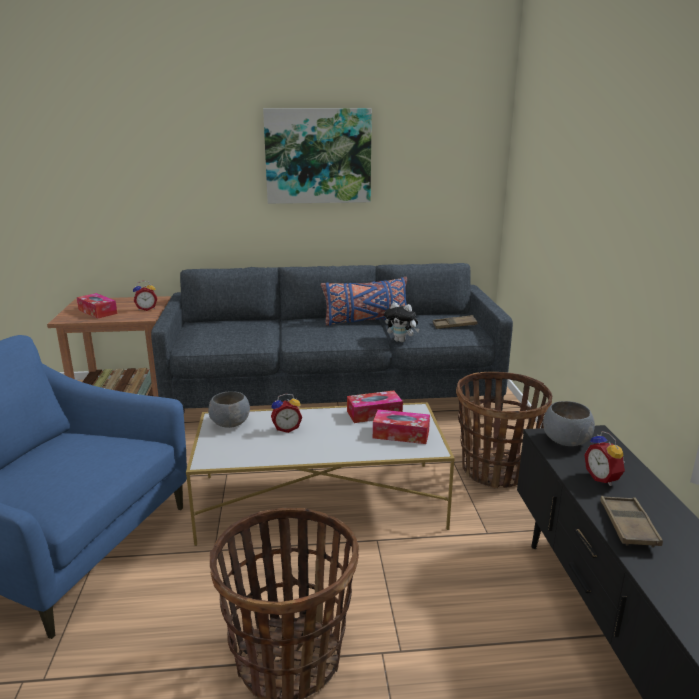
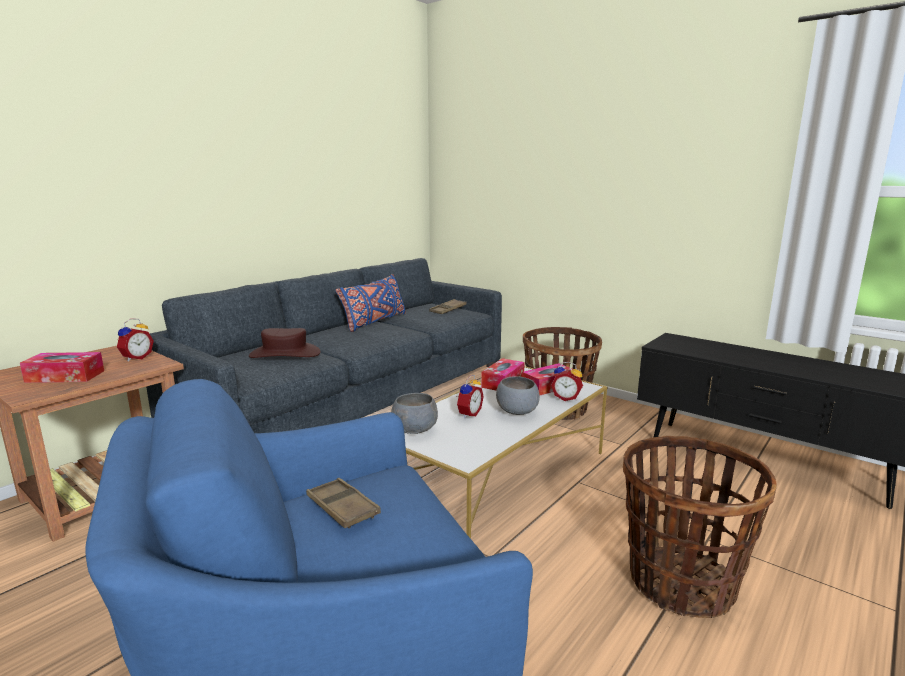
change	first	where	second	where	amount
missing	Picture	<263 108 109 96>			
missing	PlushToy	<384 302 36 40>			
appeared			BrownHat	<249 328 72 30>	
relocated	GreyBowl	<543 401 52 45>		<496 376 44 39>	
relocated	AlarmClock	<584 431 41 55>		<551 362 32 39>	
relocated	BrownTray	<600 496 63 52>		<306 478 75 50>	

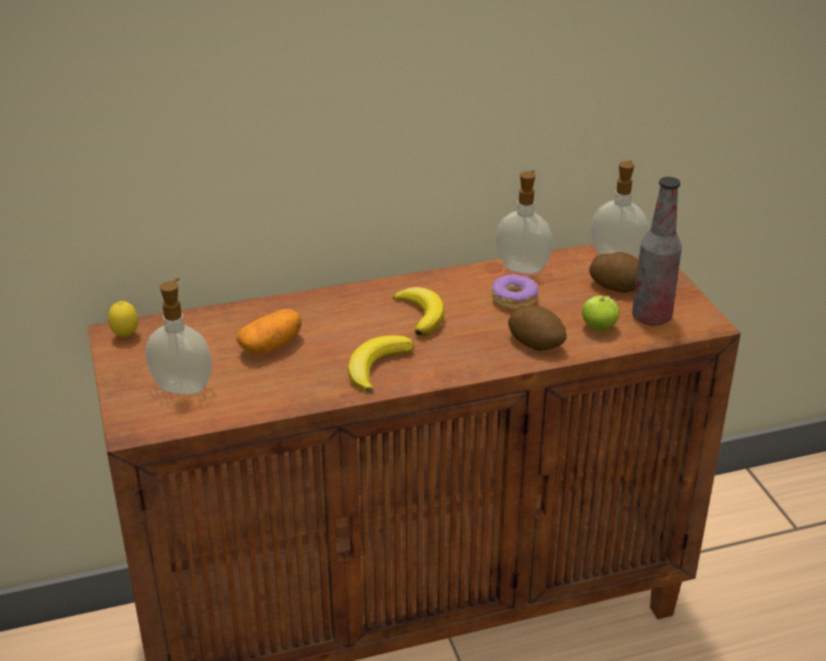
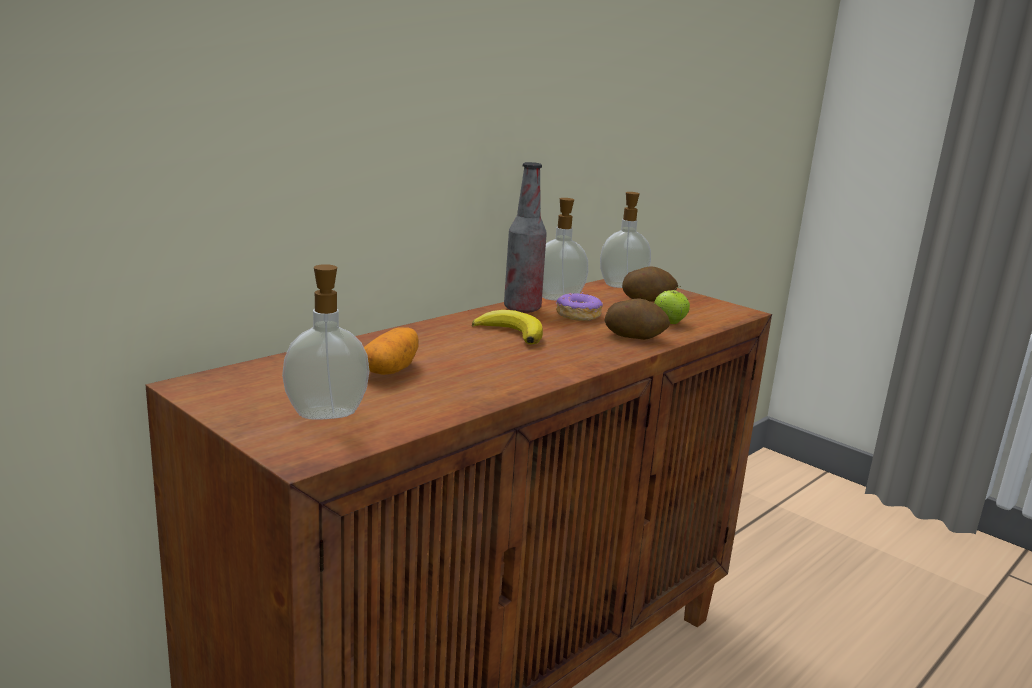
change	first	where	second	where	amount
missing	Lemon	<108 301 30 36>			
missing	Banana	<348 335 66 58>			
relocated	Bottle	<632 177 50 149>		<504 162 43 151>	

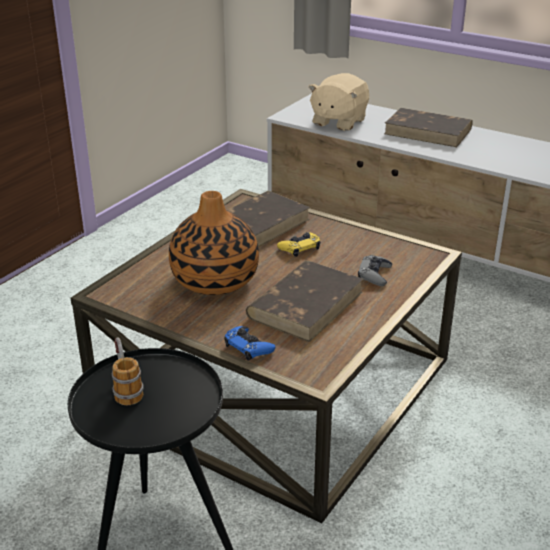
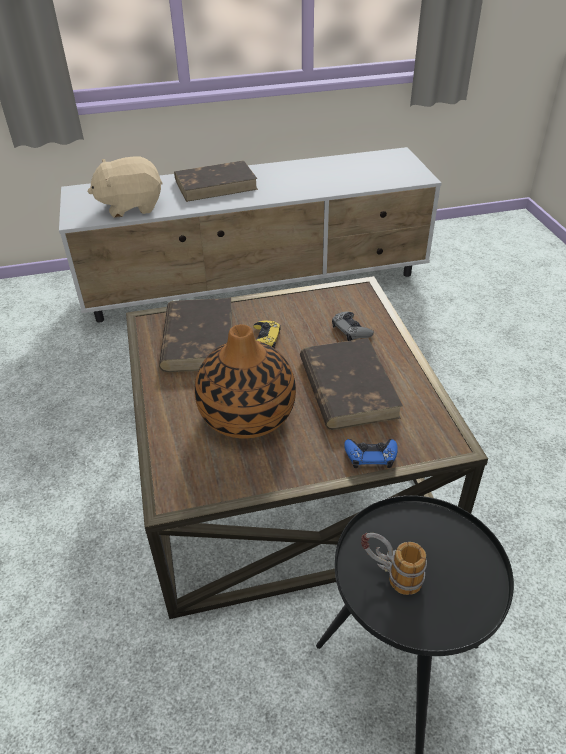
change	first	where	second	where	amount
spun	BeigePlushToy	<308 73 61 58>		<87 157 76 61>	90 degrees clockwise

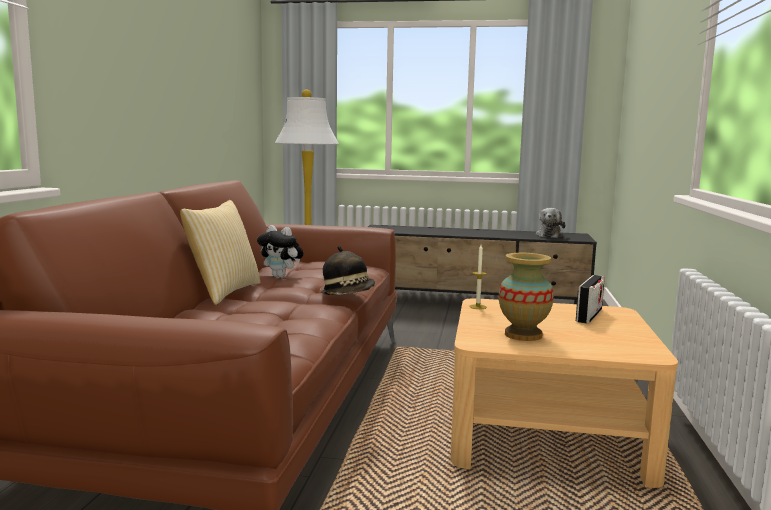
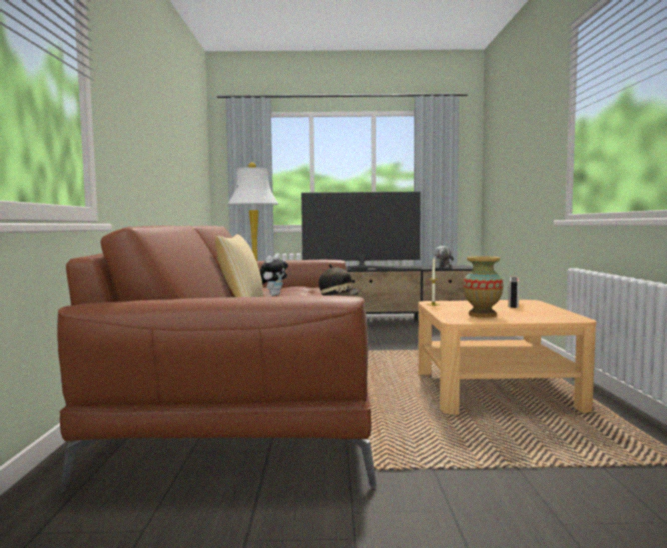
change	first	where	second	where	amount
appeared			Television	<301 192 120 77>	
spun	PlushToy	<257 225 47 52>		<259 255 29 41>	90 degrees counterclockwise

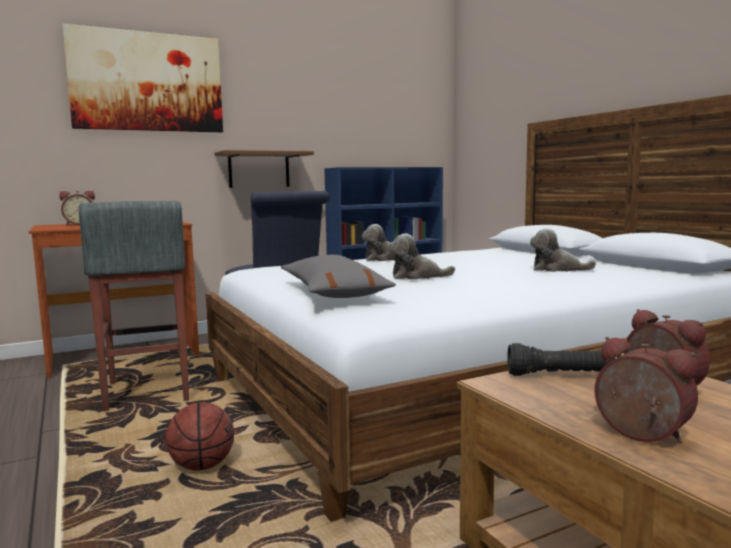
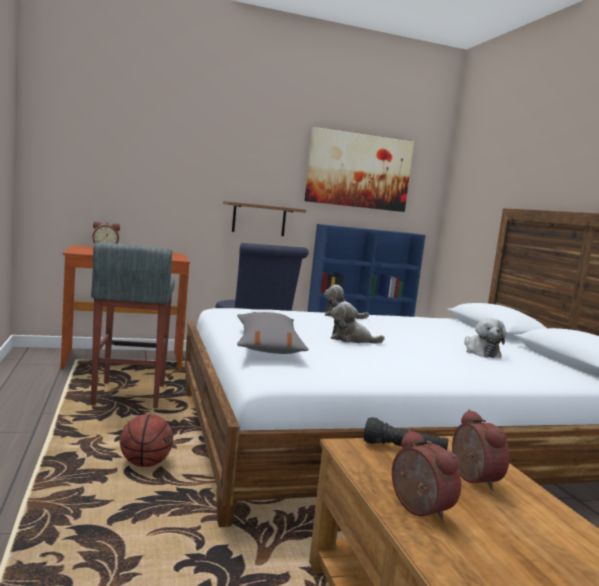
change	first	where	second	where	amount
relocated	Picture	<63 24 160 108>		<304 127 110 85>	
spun	PlushToy	<530 228 66 44>		<464 318 42 40>	135 degrees counterclockwise

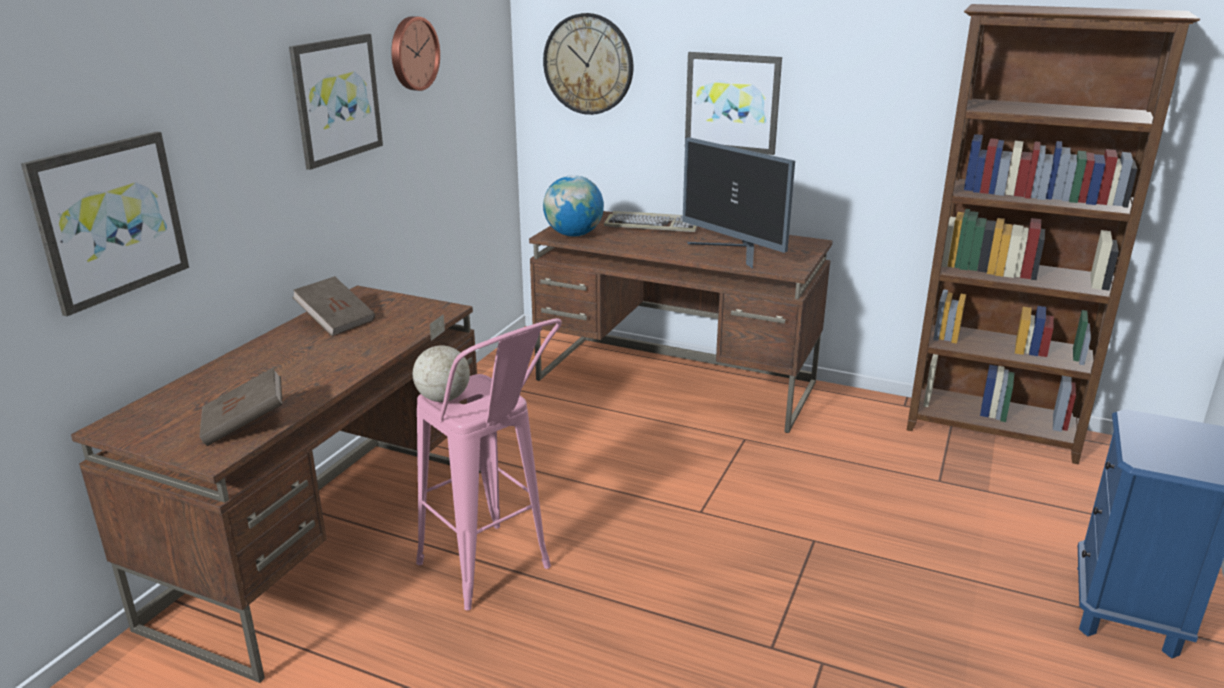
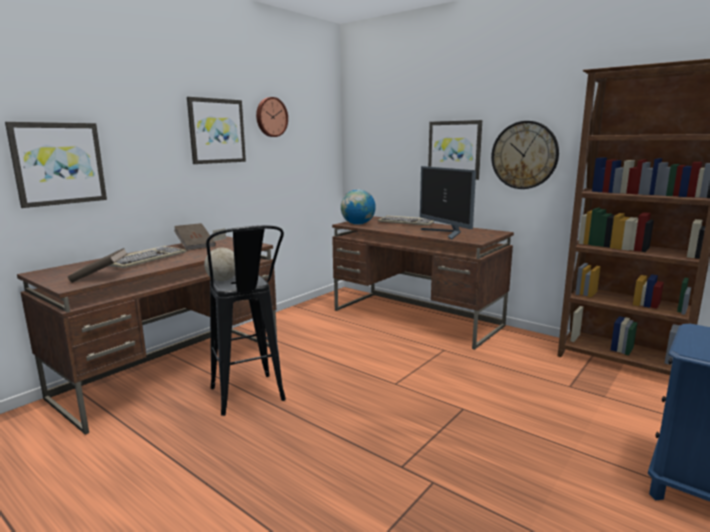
change	first	where	second	where	amount
appeared			Keyboard	<109 246 78 22>	
relocated	WallClock	<543 13 90 102>		<491 121 68 68>	
colour	PinkStool	<416 318 146 292>	BlackStool	<206 225 80 191>	

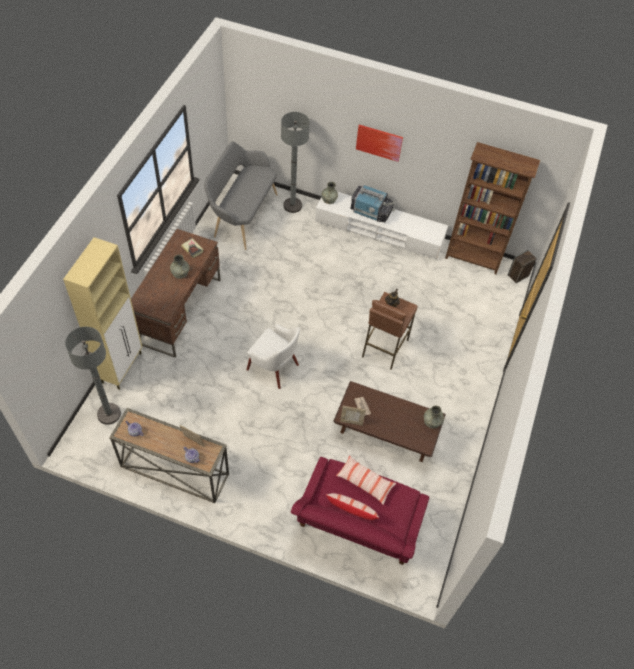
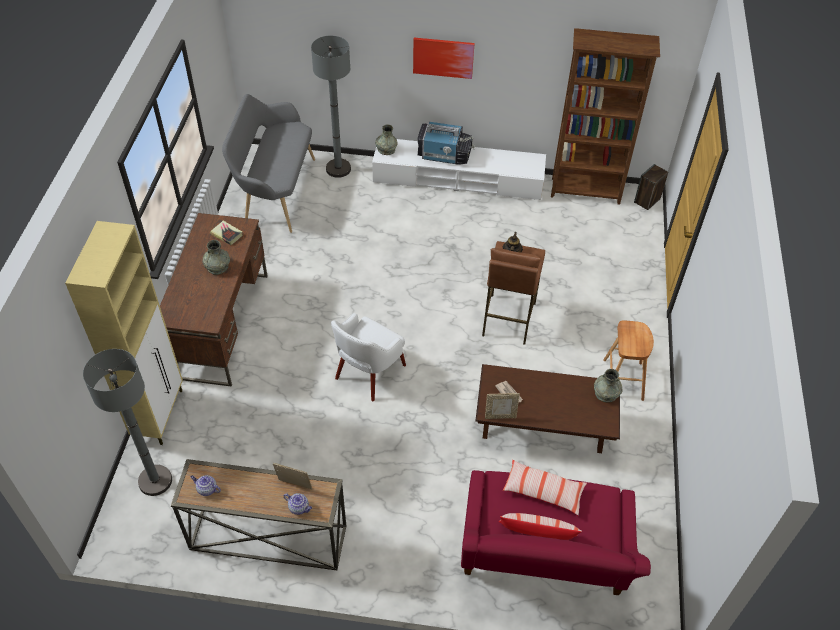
change	first	where	second	where	amount
appeared			BrownStool	<603 321 51 80>	
spun	WhiteArmchair	<247 324 53 65>		<331 313 75 88>	105 degrees clockwise

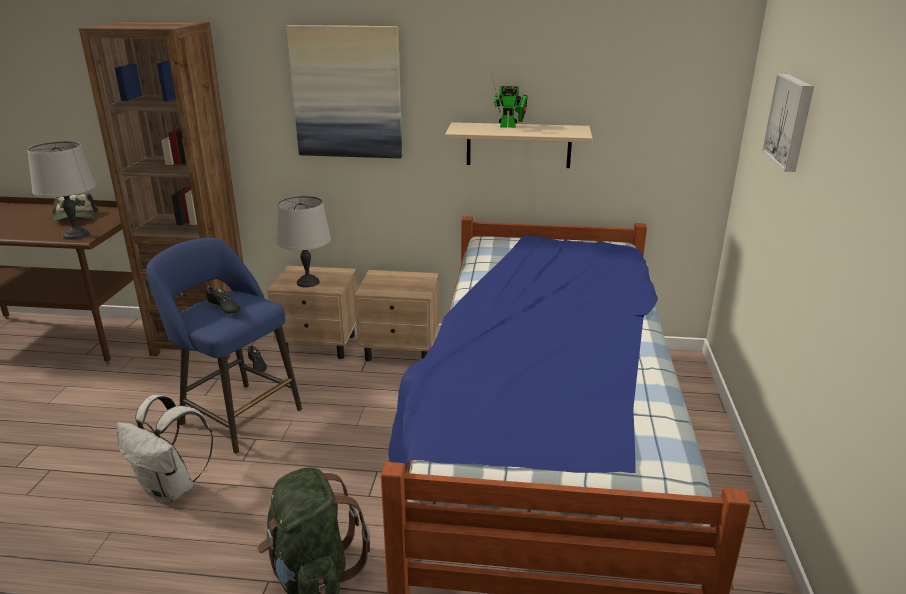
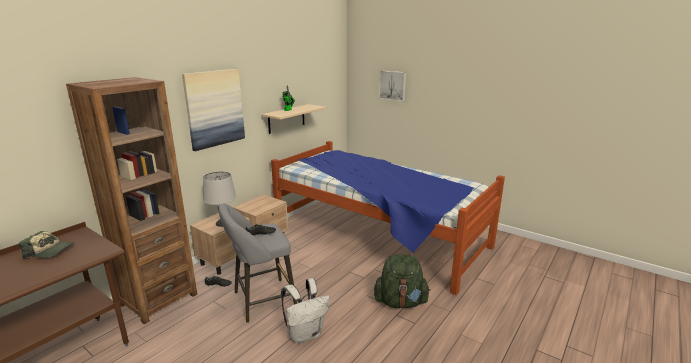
change	first	where	second	where	amount
missing	GreyTableLamp	<27 141 69 99>			
colour	BlueStool	<146 238 156 216>	GreyStool	<218 203 79 119>	

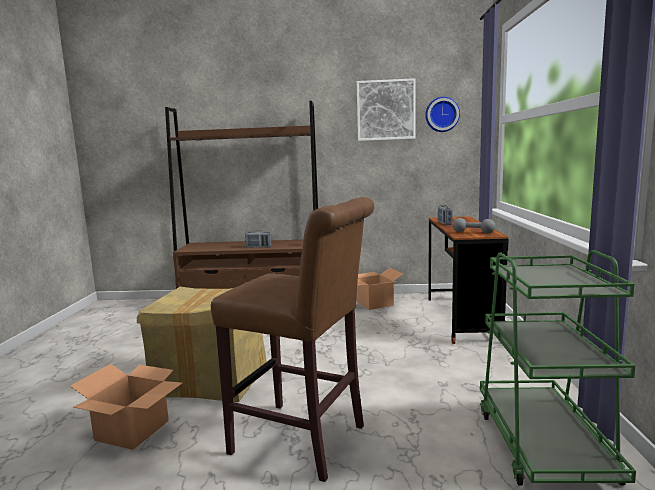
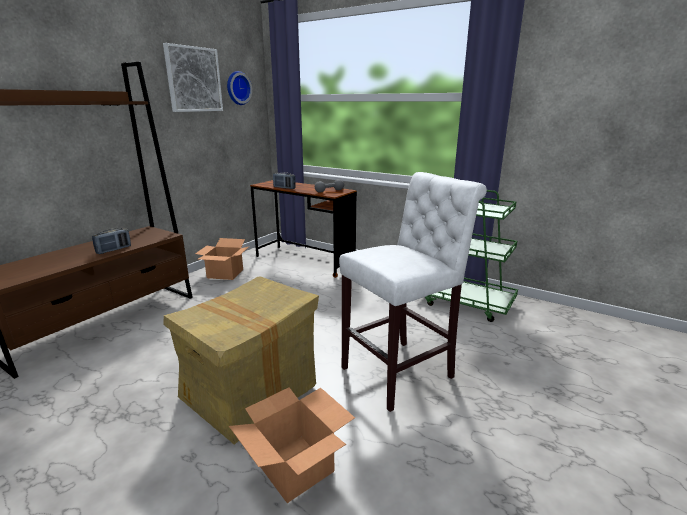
change	first	where	second	where	amount
colour	BrownStool	<211 197 163 285>	WhiteStool	<339 172 148 240>	

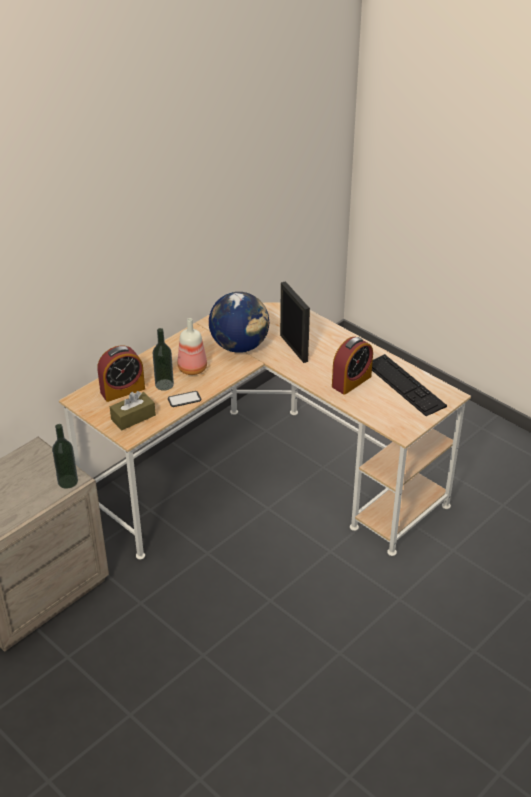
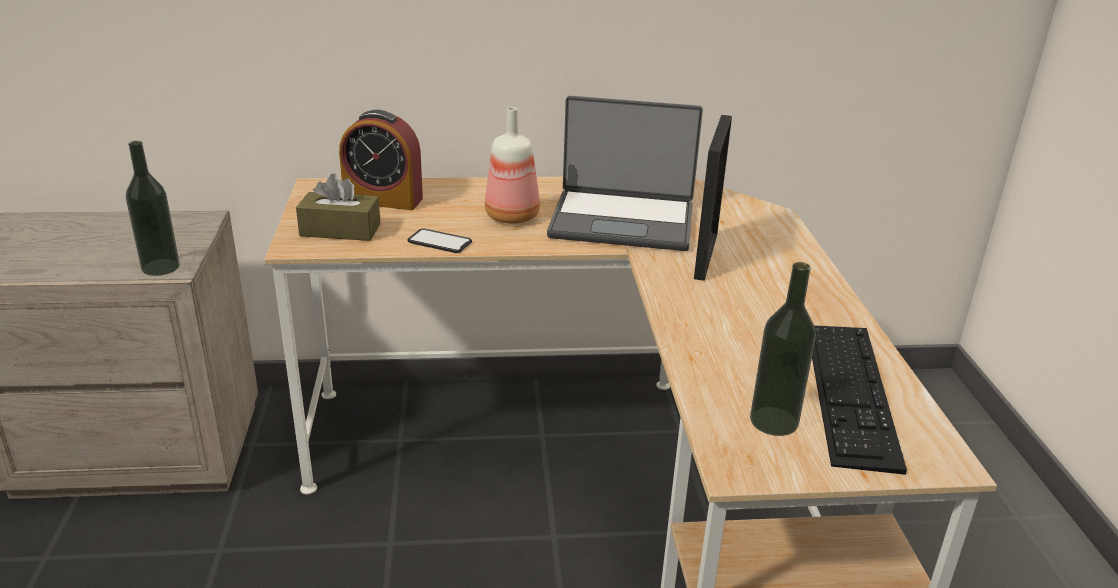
change	first	where	second	where	amount
missing	AlarmClock	<332 337 41 58>			
relocated	Bottle	<153 328 21 63>		<750 262 66 174>	
exchanged	Globe	<209 292 60 61>	Laptop	<547 96 156 155>	

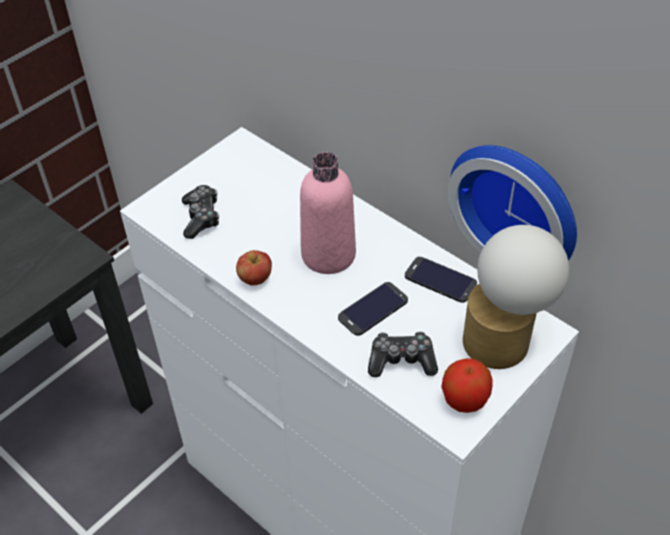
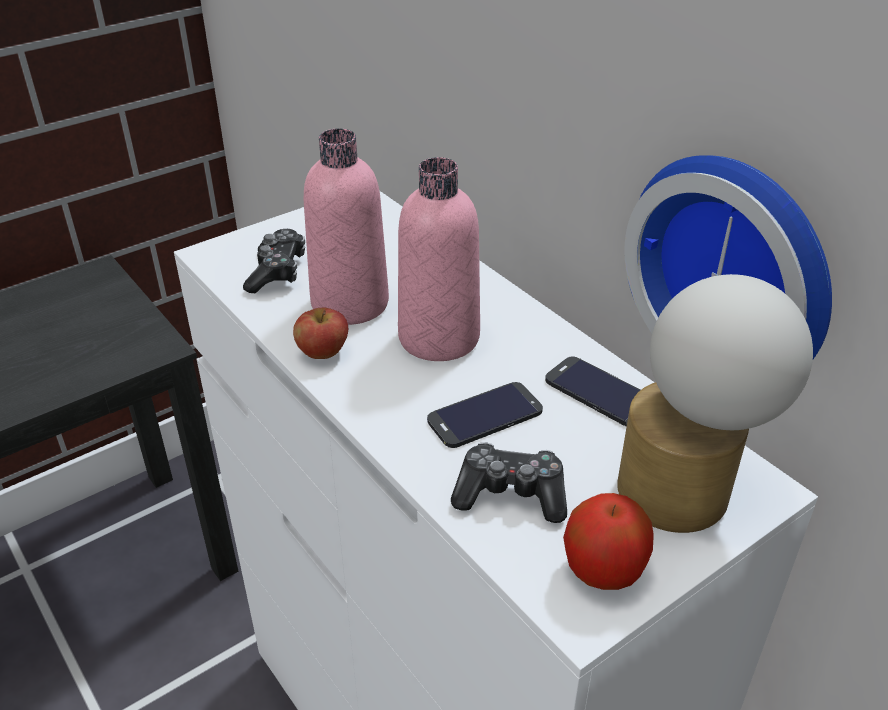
change	first	where	second	where	amount
appeared			PinkBottle	<304 129 85 196>	

